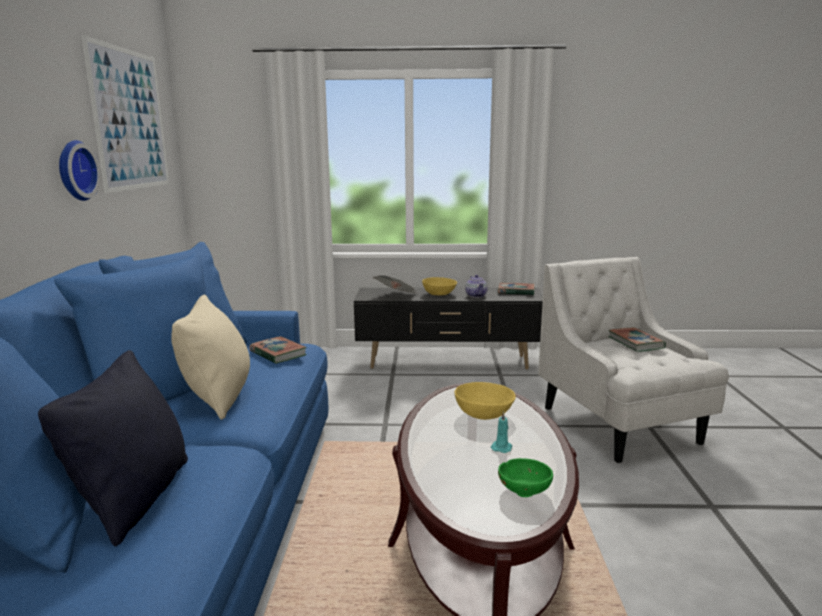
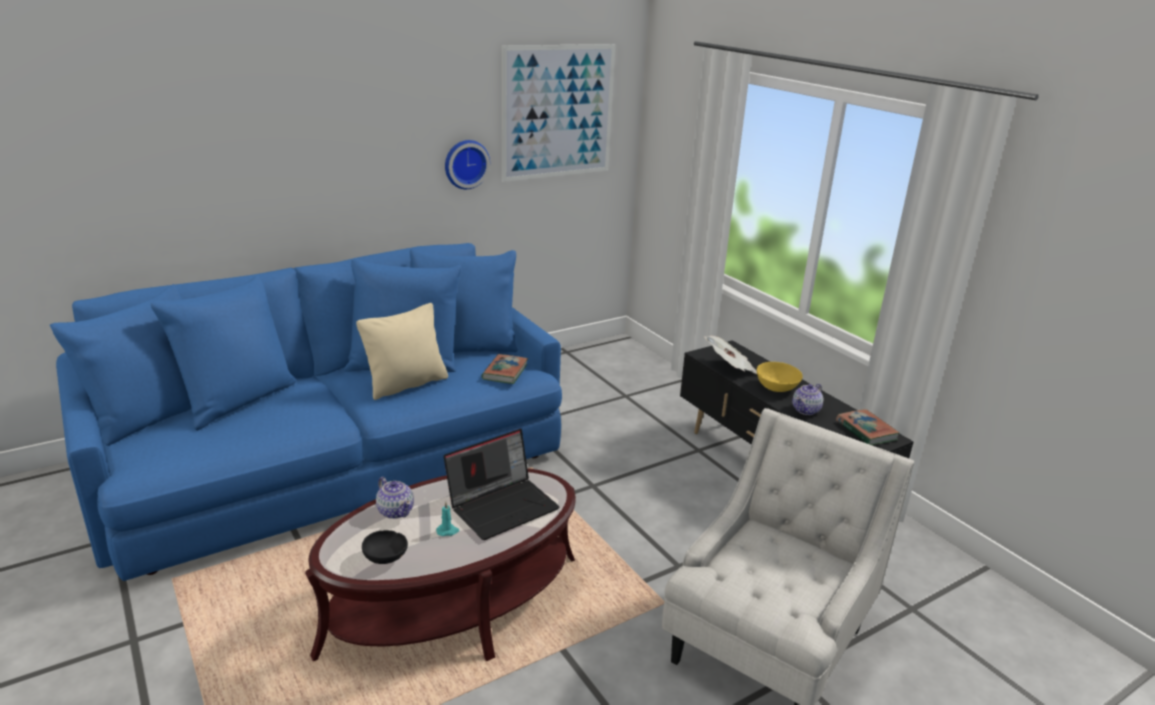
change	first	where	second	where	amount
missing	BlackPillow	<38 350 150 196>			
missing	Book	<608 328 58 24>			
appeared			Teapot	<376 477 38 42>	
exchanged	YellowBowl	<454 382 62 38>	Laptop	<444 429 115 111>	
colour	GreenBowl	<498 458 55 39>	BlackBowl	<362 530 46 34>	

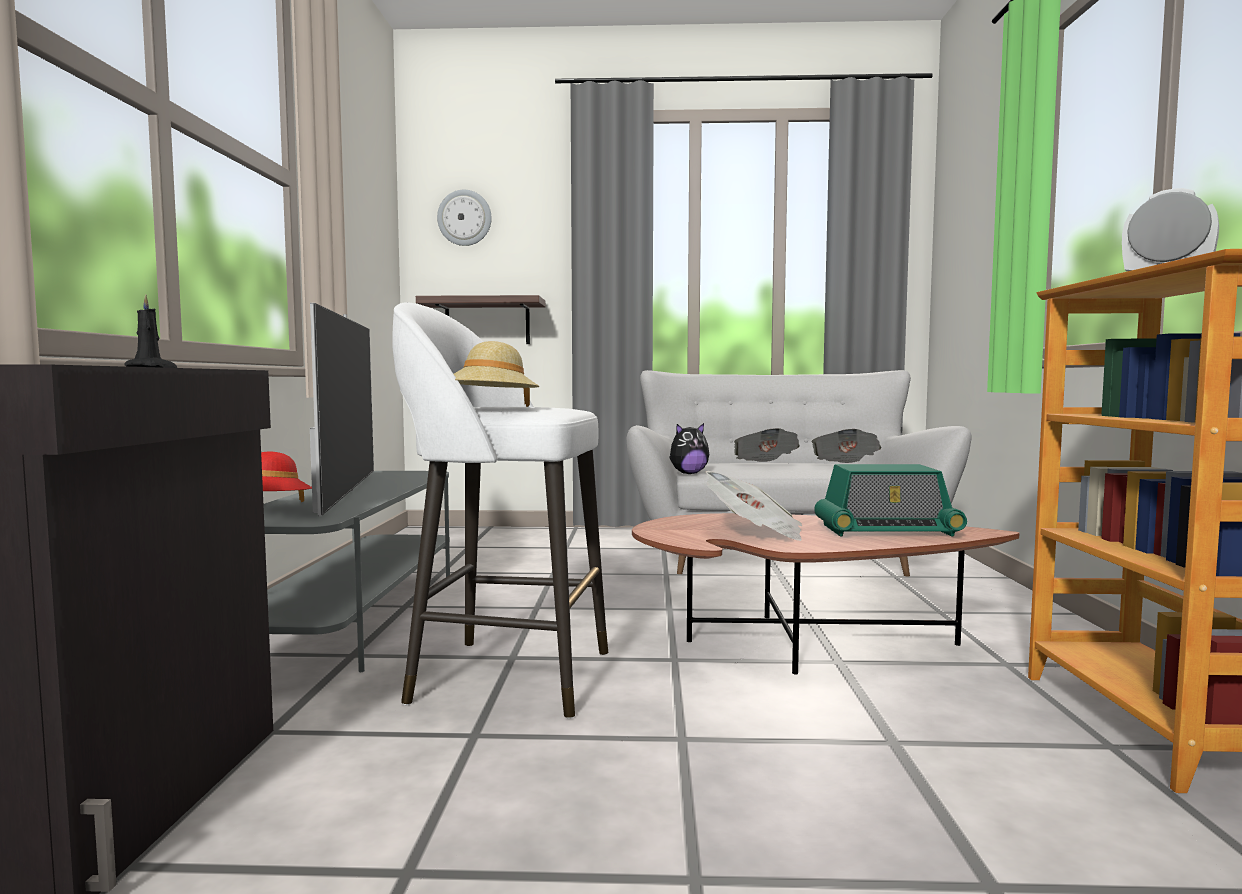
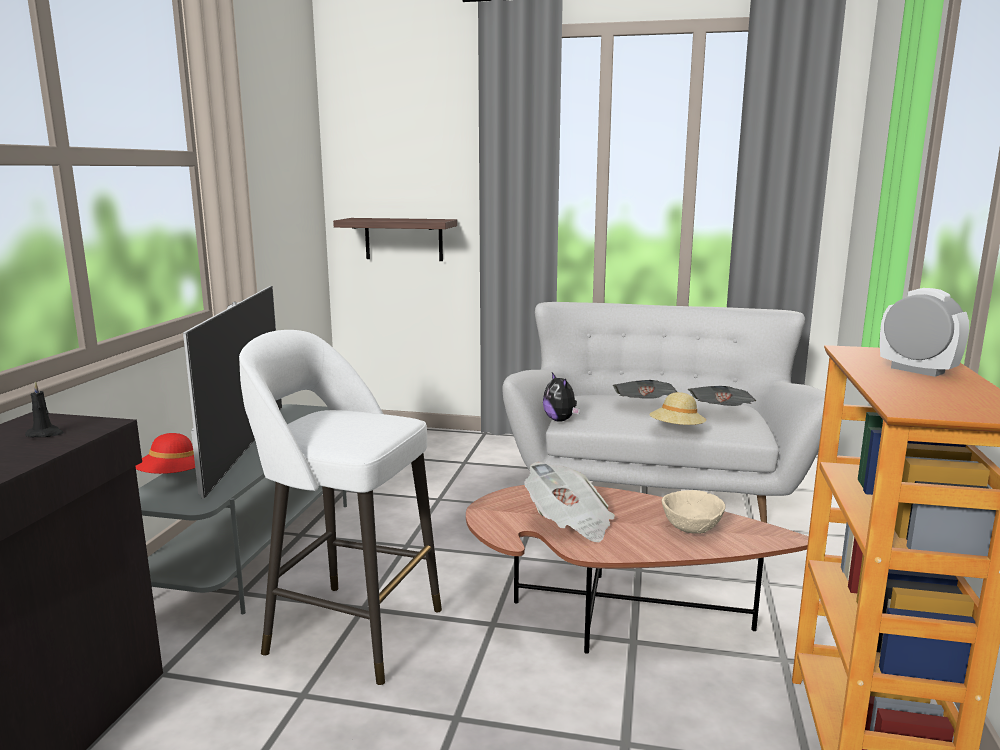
change	first	where	second	where	amount
missing	WallClock	<437 190 55 56>			
relocated	BeigeHat	<454 341 86 66>		<649 392 57 33>	
exchanged	Radio	<814 464 153 72>	BeigeBowl	<662 490 63 44>	
spun	PlushToy	<669 423 40 51>		<543 372 37 50>	75 degrees clockwise

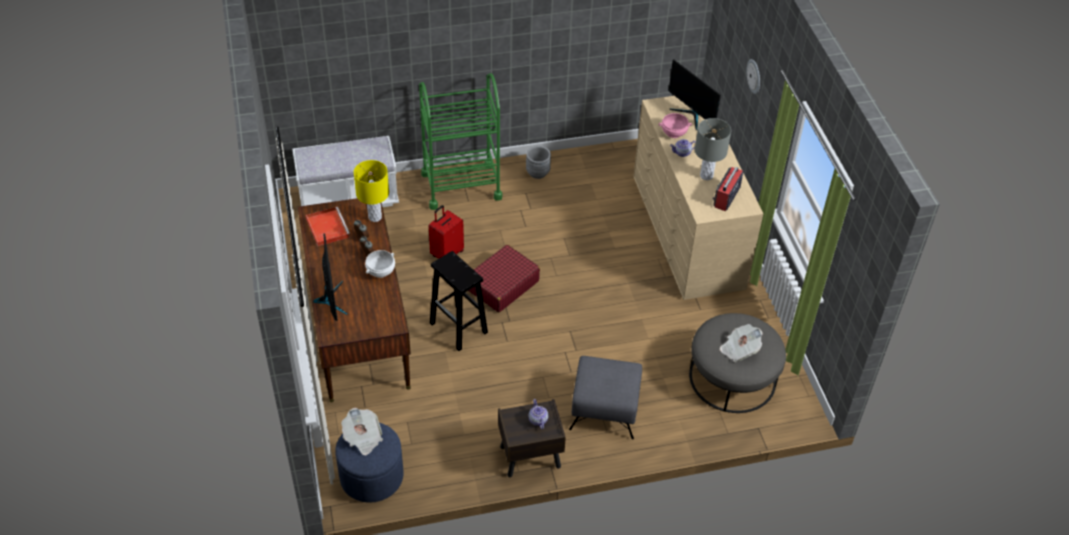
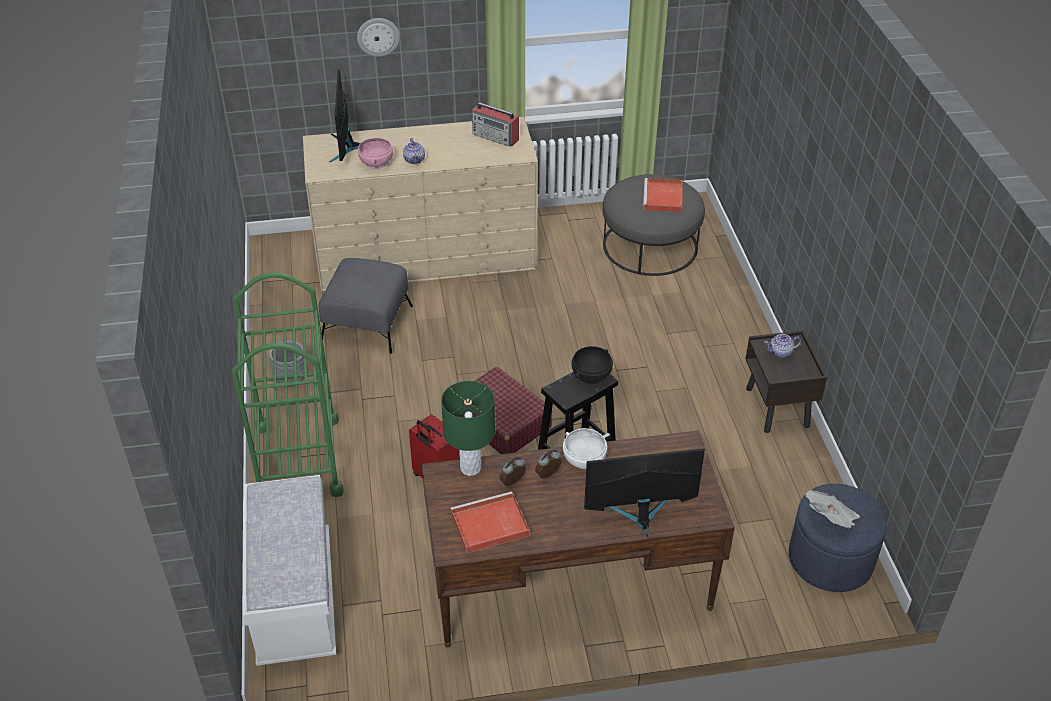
change	first	where	second	where	amount
missing	GreyTableLamp	<695 118 36 62>			
appeared			BlackBowl	<572 346 41 38>	
relocated	GreyOttoman	<569 356 73 83>		<318 258 95 96>	
exchanged	Newspaper	<720 324 43 38>	RedTray	<643 178 39 34>	
colour	YellowTableLamp	<354 160 35 62>	GreenTableLamp	<441 381 54 95>	
spun	Monitor	<668 59 53 71>		<329 69 31 93>	120 degrees clockwise

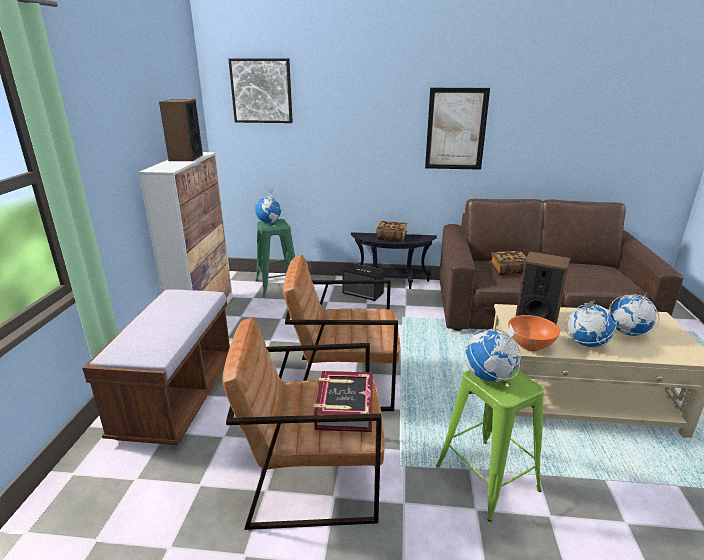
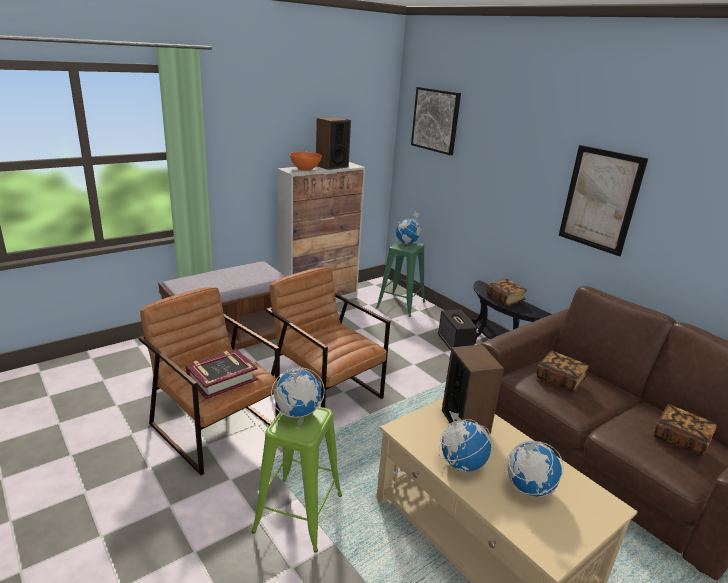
change	first	where	second	where	amount
appeared			Book	<654 404 63 53>	
relocated	OrangeBowl	<508 315 52 36>		<290 152 32 19>	

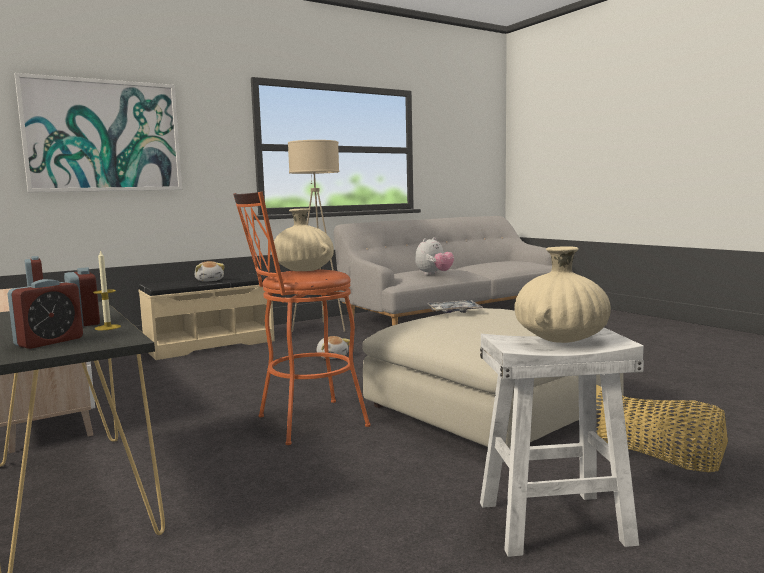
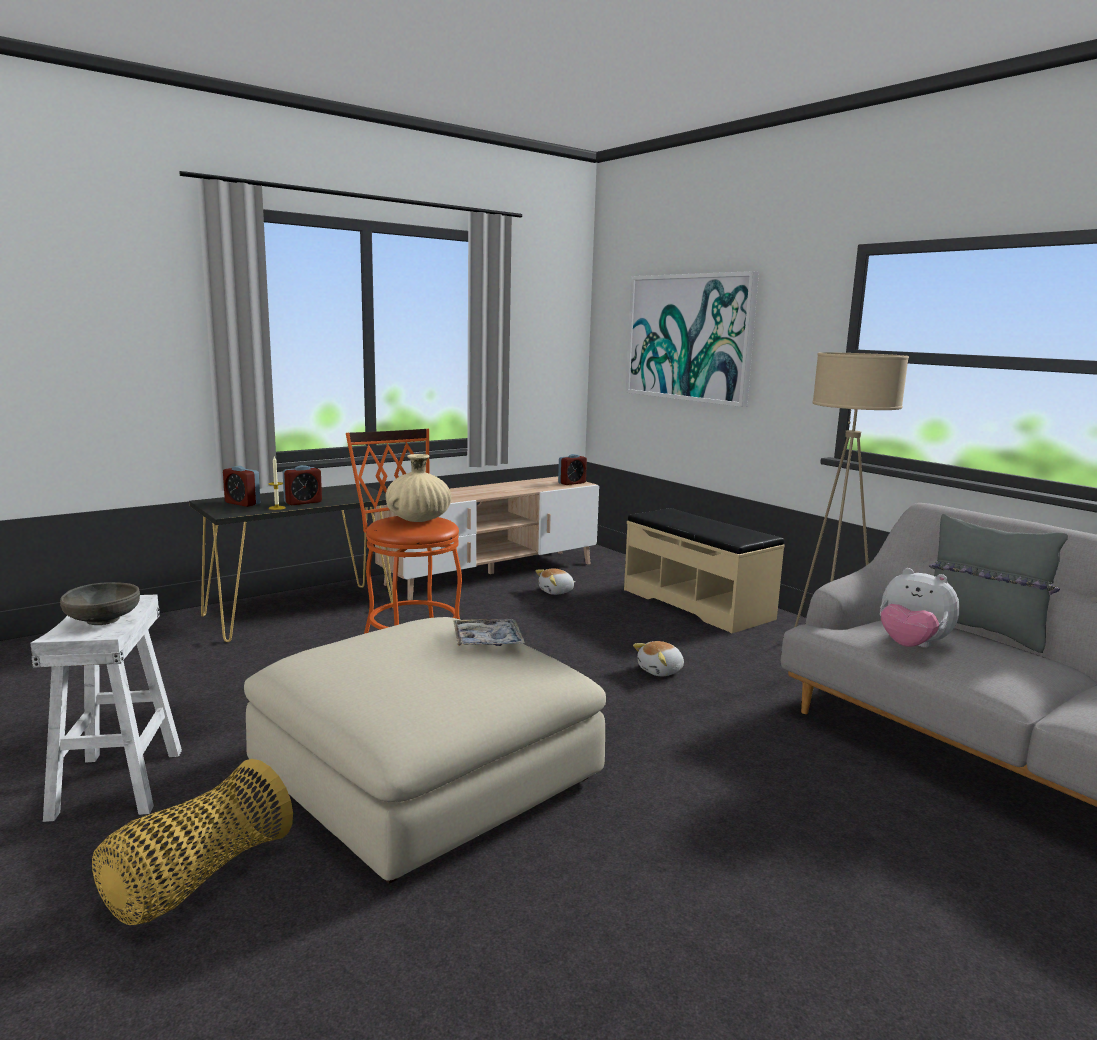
change	first	where	second	where	amount
appeared			GreyPillow	<929 513 139 140>	
relocated	PlushToy	<194 261 31 21>		<535 568 41 27>	
exchanged	BeigeVase	<514 247 97 96>	GreyBowl	<60 582 80 43>	

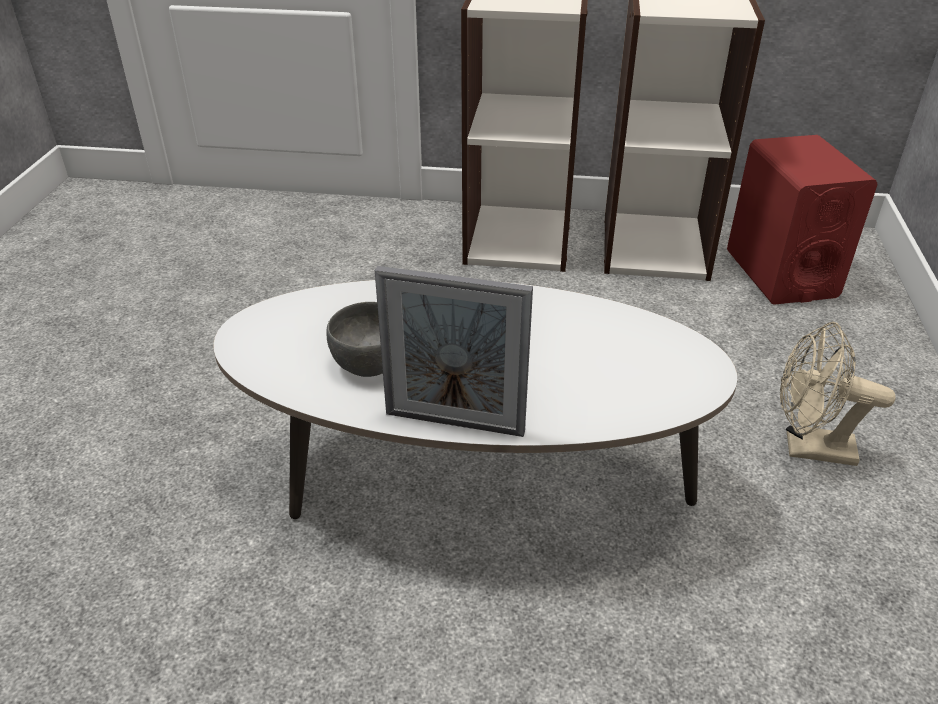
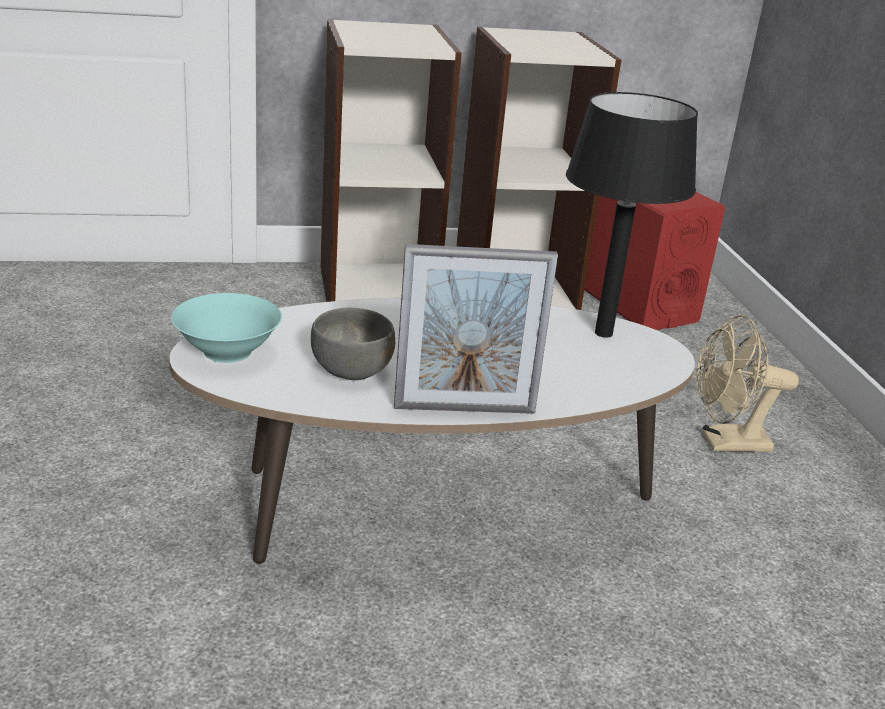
change	first	where	second	where	amount
appeared			TurquoiseBowl	<171 293 111 70>	
appeared			BlackTableLamp	<566 92 132 246>	

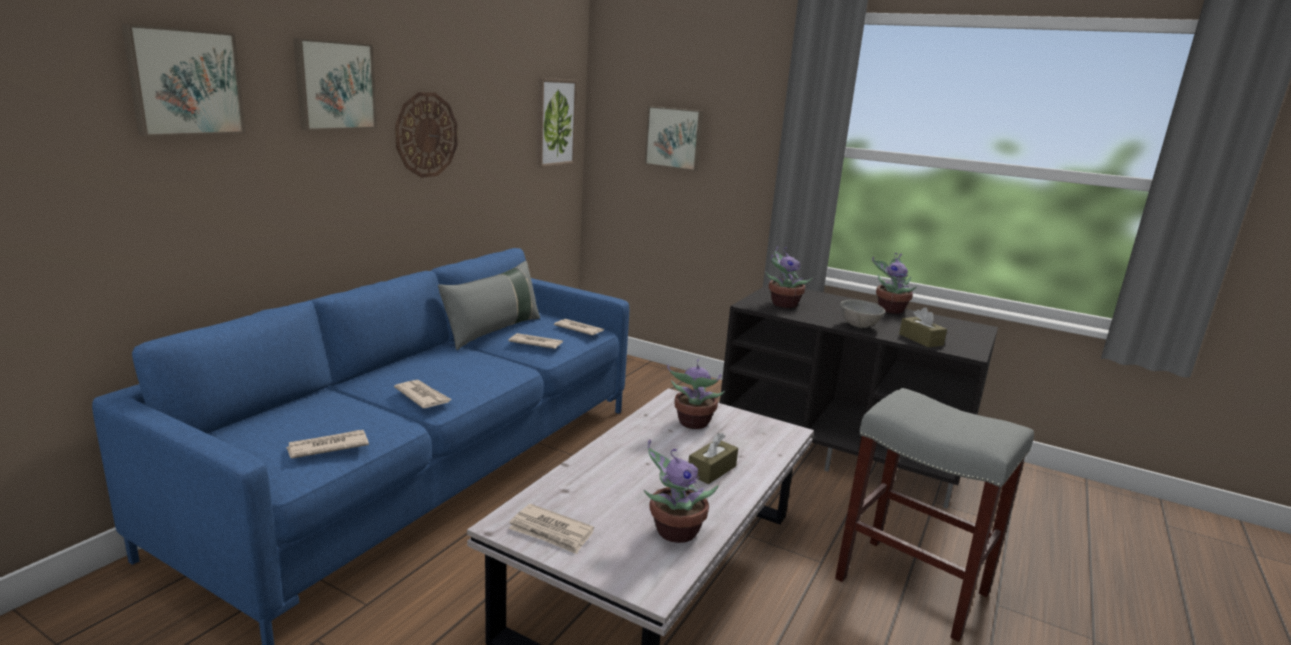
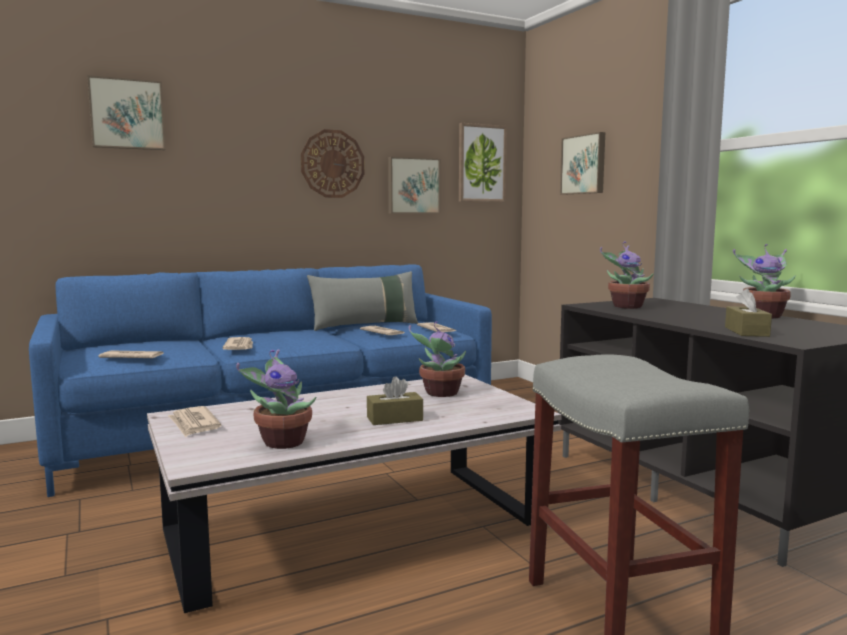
change	first	where	second	where	amount
missing	GreyBowl	<840 300 45 28>			
relocated	Picture	<293 38 84 93>		<388 157 52 57>	

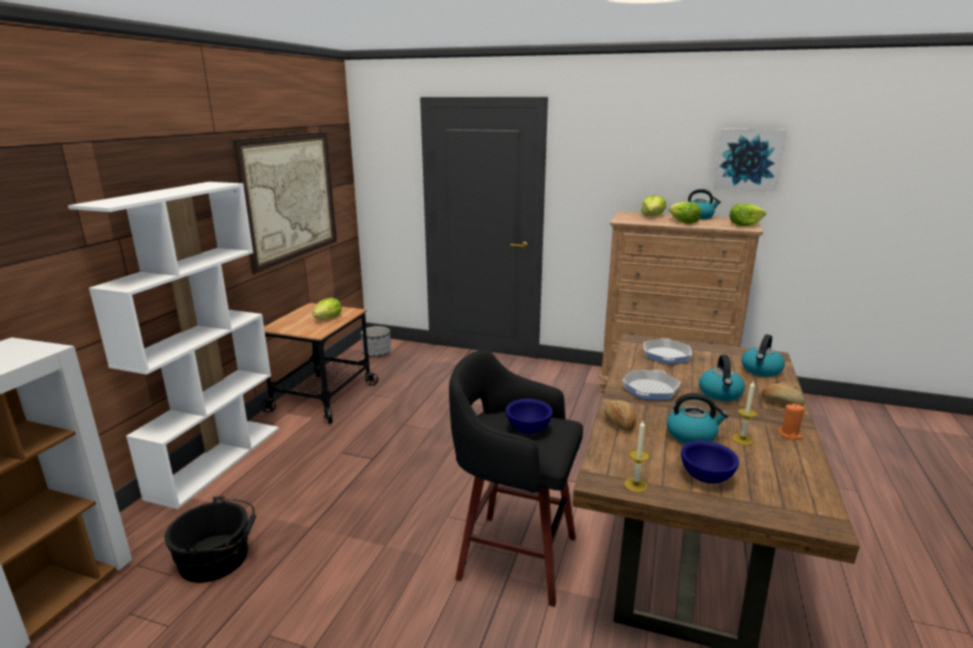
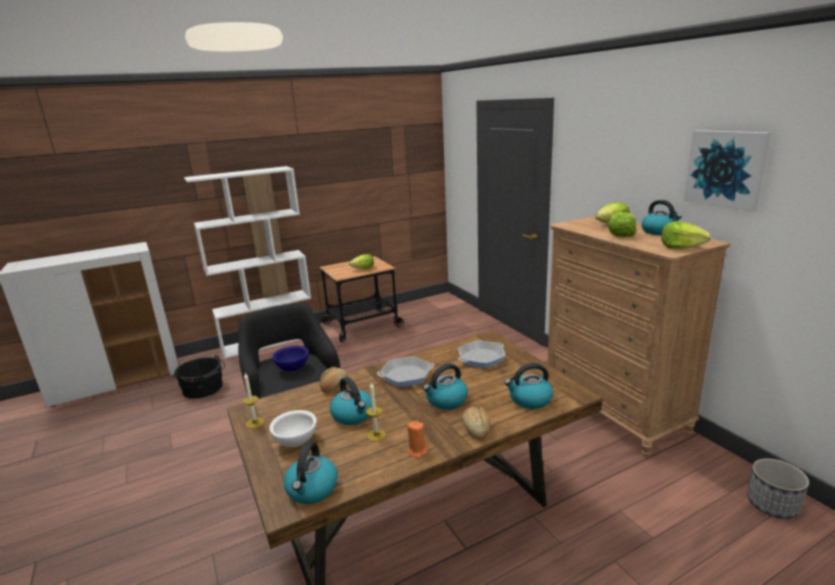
change	first	where	second	where	amount
missing	Picture	<232 132 105 142>			
appeared			Kettle	<284 442 54 62>	
relocated	Planter	<361 326 30 31>		<747 458 62 61>	
colour	BlueBowl	<681 441 58 42>	WhiteBowl	<269 410 48 37>	

